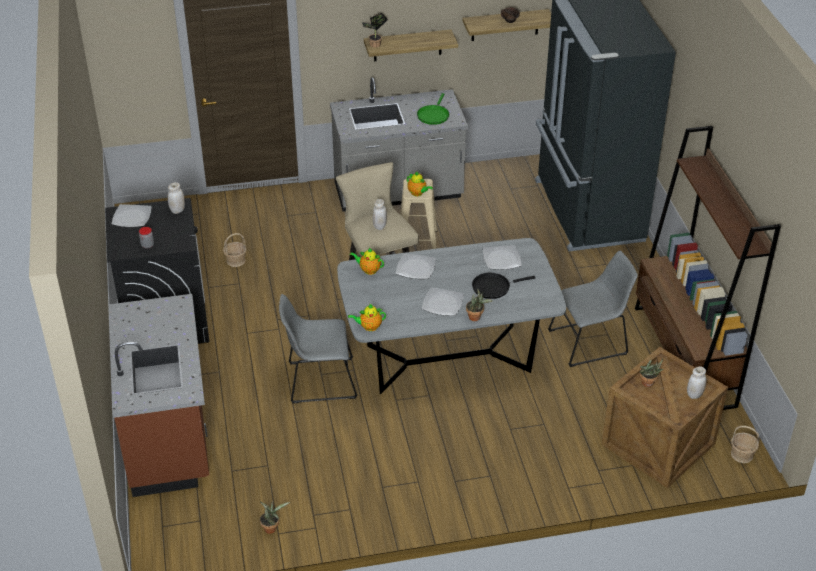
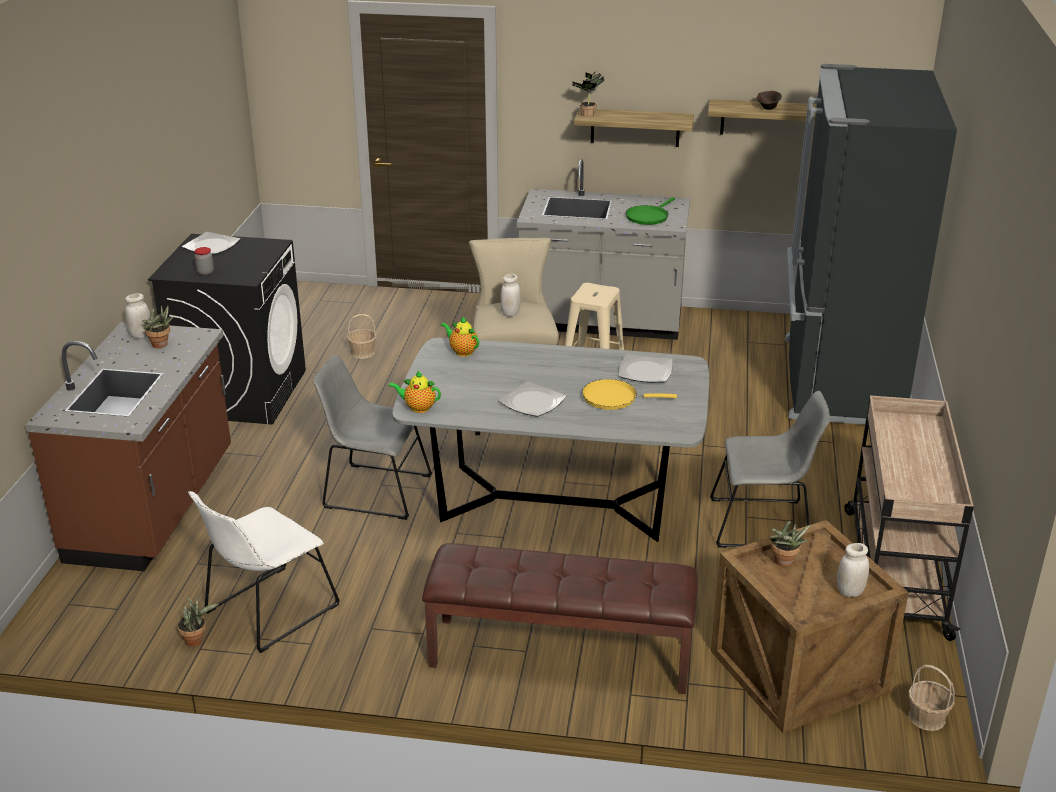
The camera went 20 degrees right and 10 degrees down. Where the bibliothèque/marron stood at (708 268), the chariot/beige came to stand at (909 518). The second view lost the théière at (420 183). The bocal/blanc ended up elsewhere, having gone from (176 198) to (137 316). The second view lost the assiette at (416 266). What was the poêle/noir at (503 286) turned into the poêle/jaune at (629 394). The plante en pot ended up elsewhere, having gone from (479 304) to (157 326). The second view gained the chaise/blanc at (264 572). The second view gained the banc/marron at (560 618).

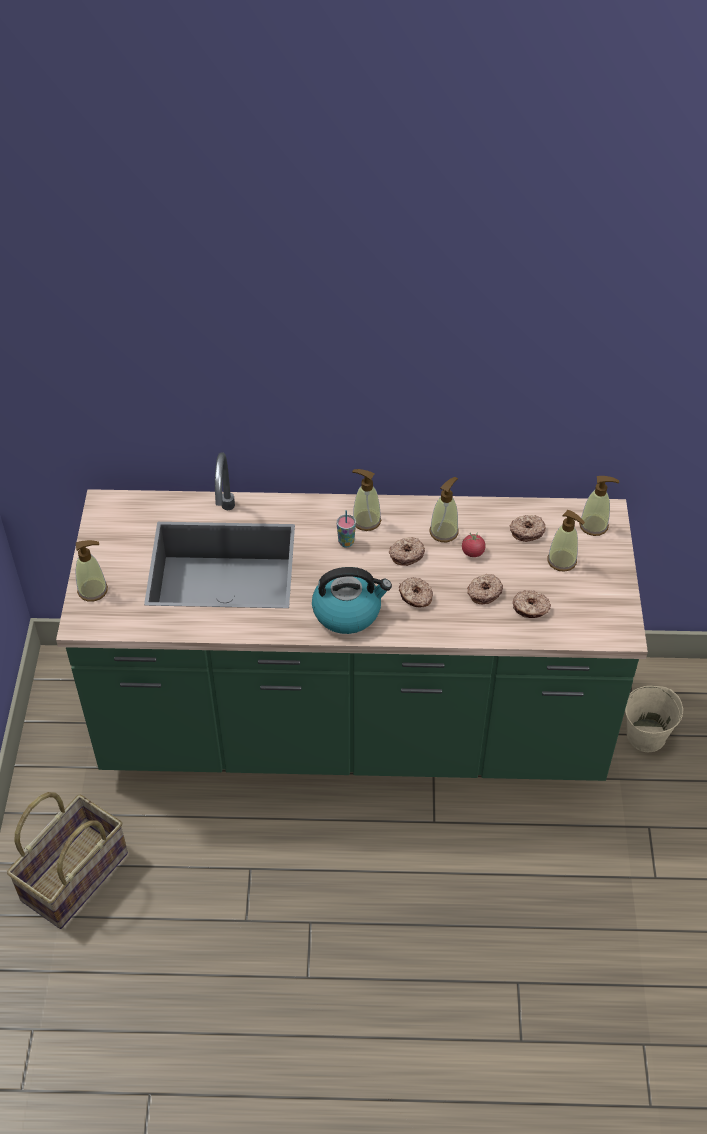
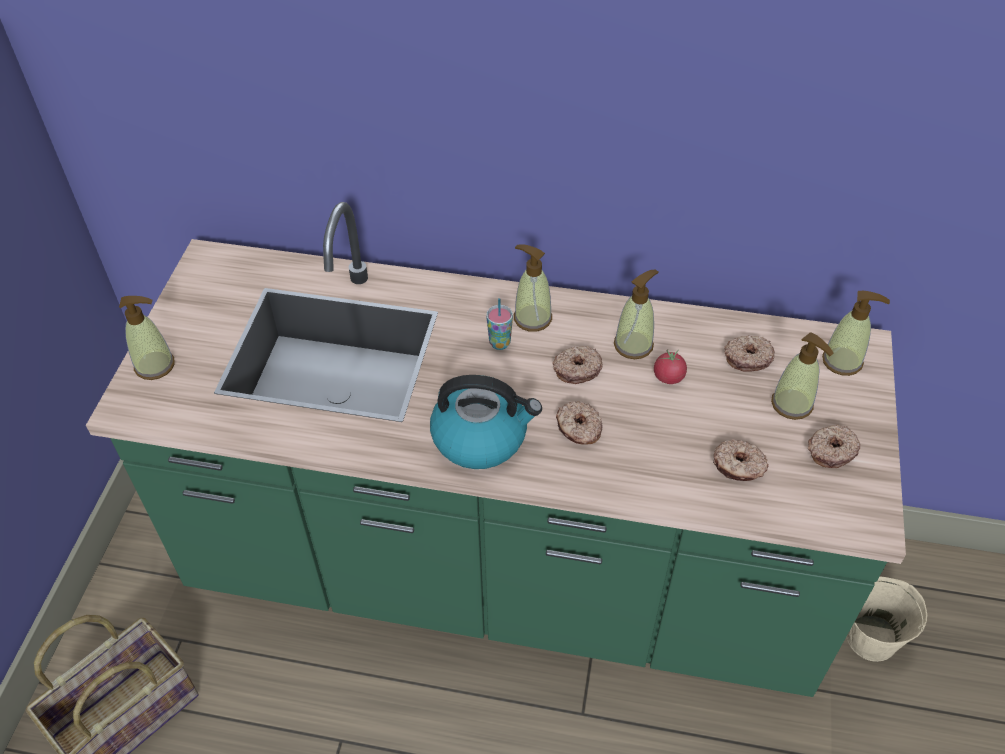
The camera went 10 degrees right and 0 degrees up. The beignet ended up elsewhere, having gone from (485 589) to (834 446).

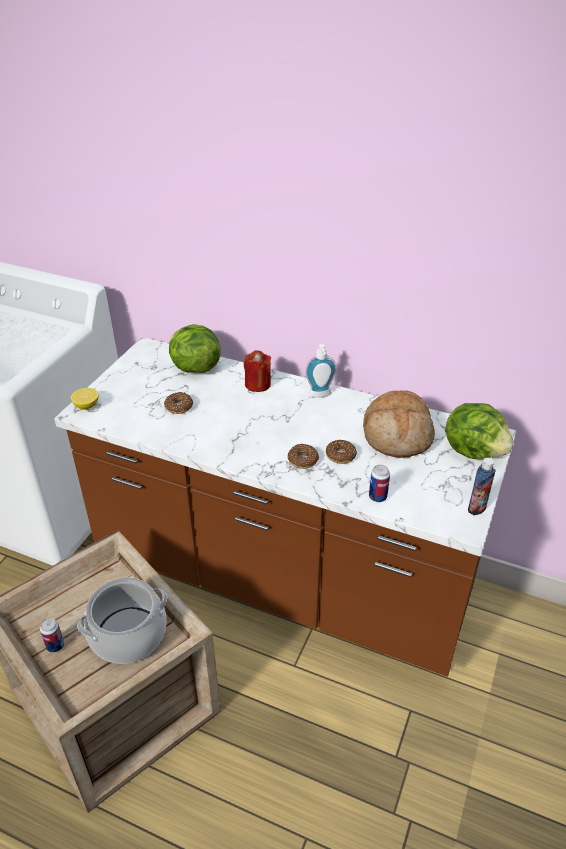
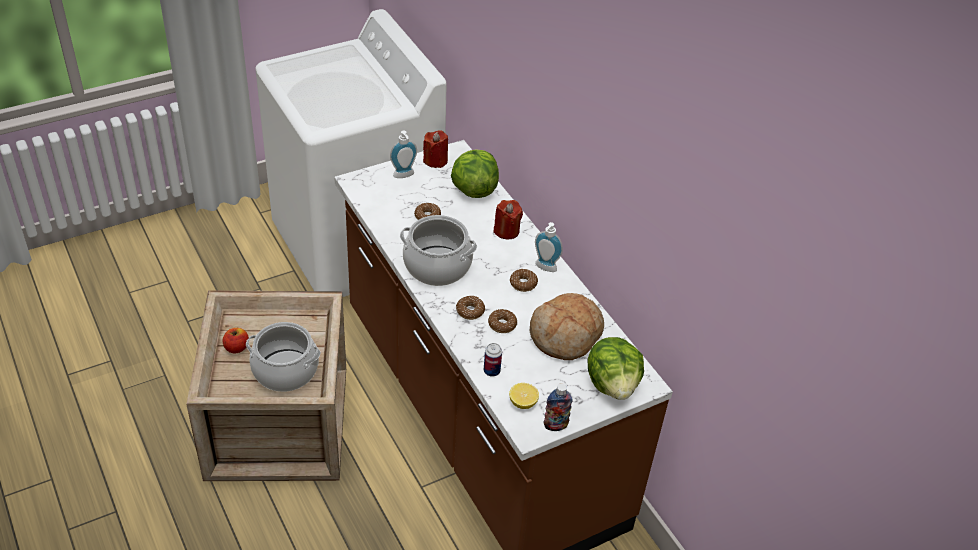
The camera went 35 degrees right and 5 degrees up. The citron ended up elsewhere, having gone from (85 399) to (524 396). Where the boîte métallique stood at (52 635), the pomme came to stand at (236 340). The second view gained the bougie/rouge at (435 149). The second view gained the distributeur de savon at (403 154). The second view gained the marmite at (438 250). The second view gained the beignet at (524 280).

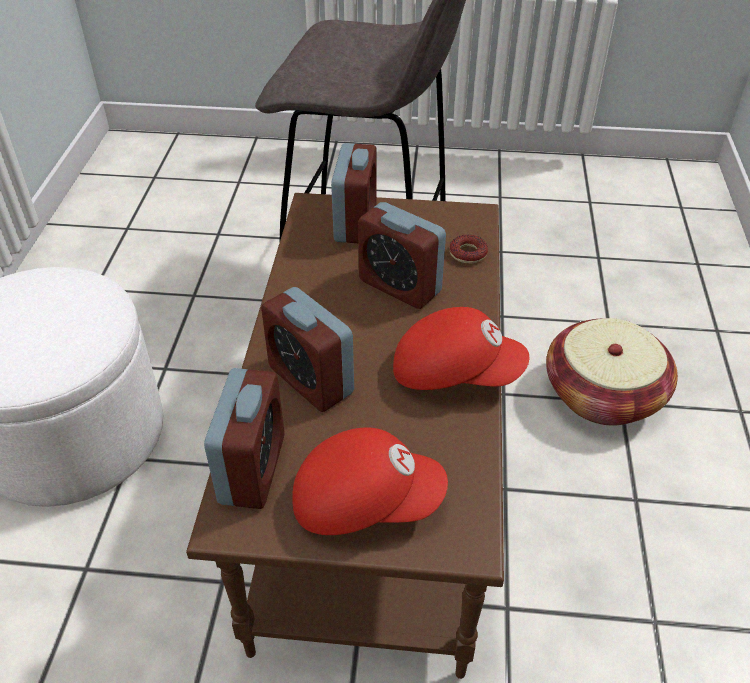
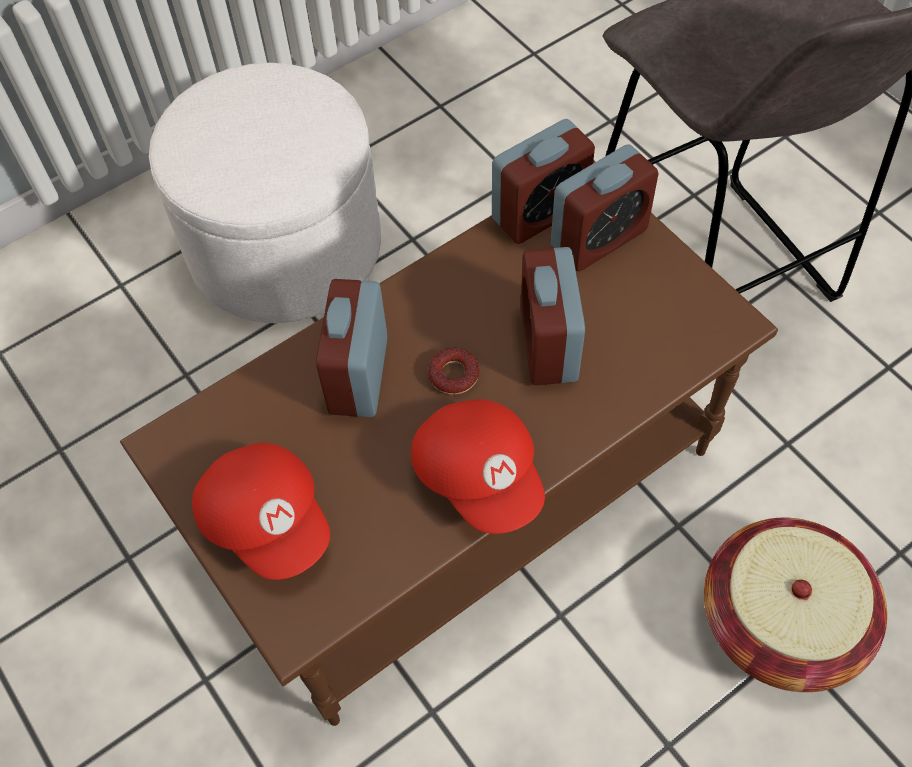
The camera went 50 degrees right and 15 degrees up. The beignet ended up elsewhere, having gone from (468 249) to (453 371). The réveil ended up elsewhere, having gone from (244 438) to (543 181).

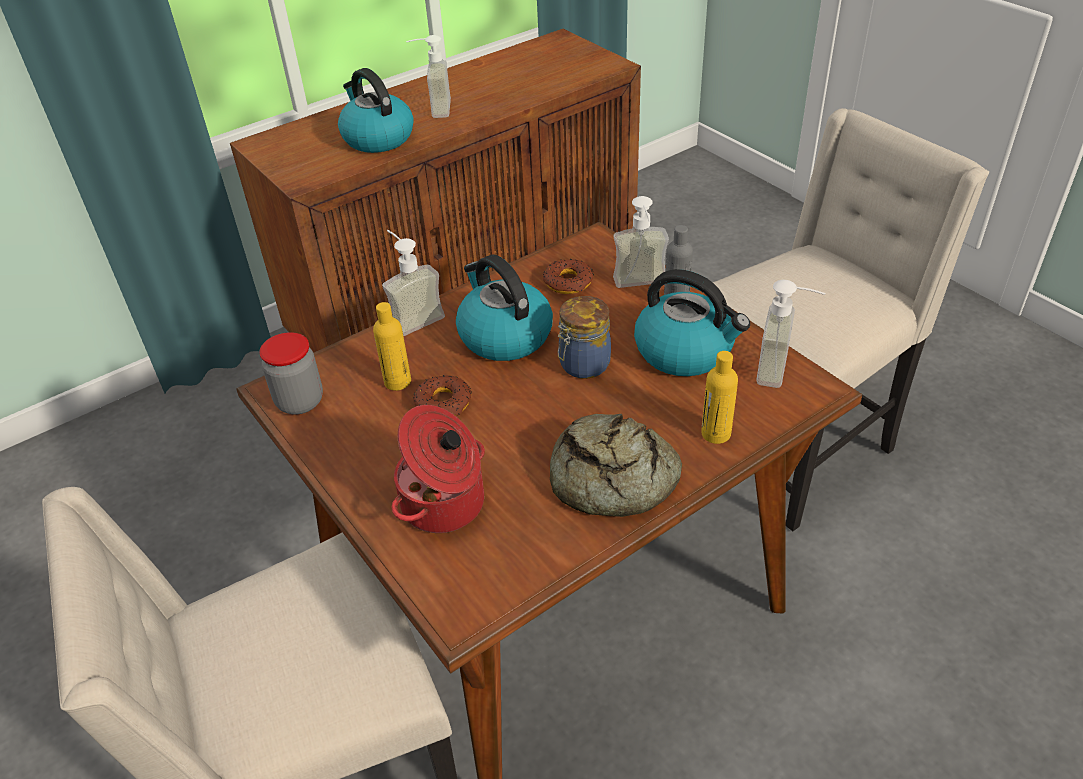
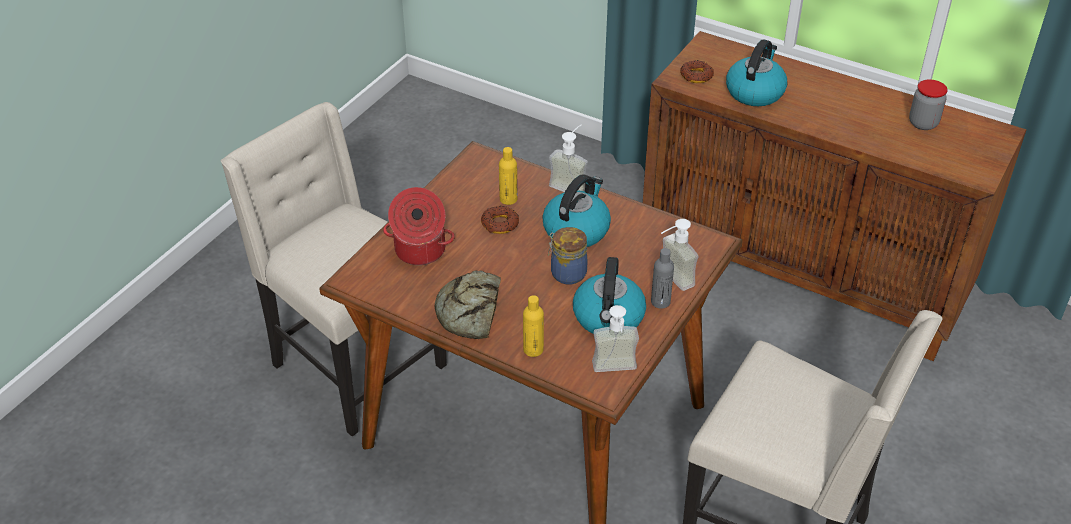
The camera went 65 degrees right and 0 degrees up. The second view lost the distributeur de savon at (428 76). The beignet ended up elsewhere, having gone from (568 276) to (697 71). The bocal ended up elsewhere, having gone from (291 373) to (928 105).

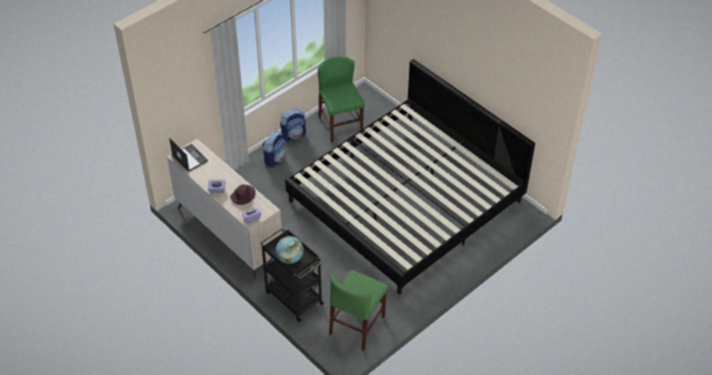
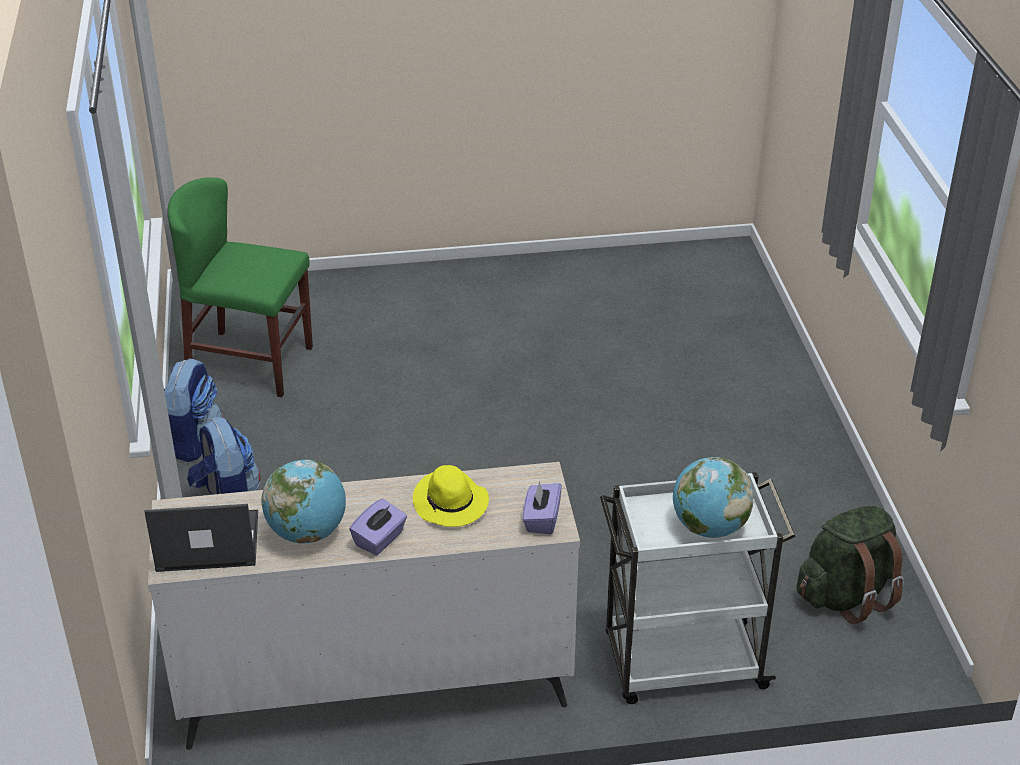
The camera went 55 degrees left and 10 degrees down. The second view lost the lit at (410 176). What was the chapeau/violet at (243 194) turned into the chapeau/jaune at (451 496). What was the chariot/noir at (292 275) turned into the chariot/blanc at (697 588). Where the chaise/vert stood at (358 310), the sac à dos/vert came to stand at (850 565). The second view gained the globe at (303 501).

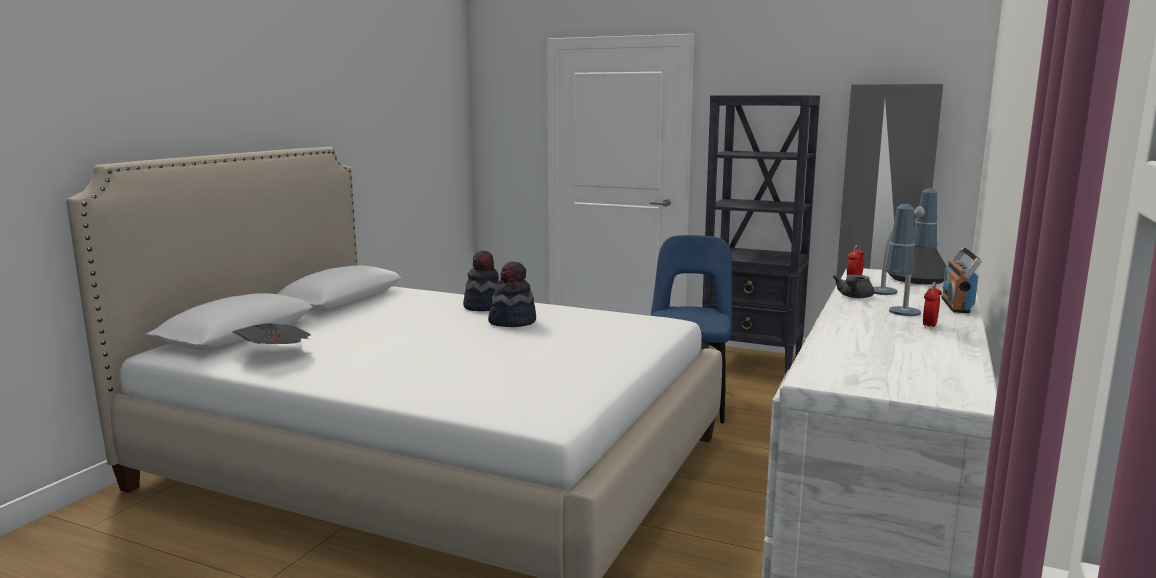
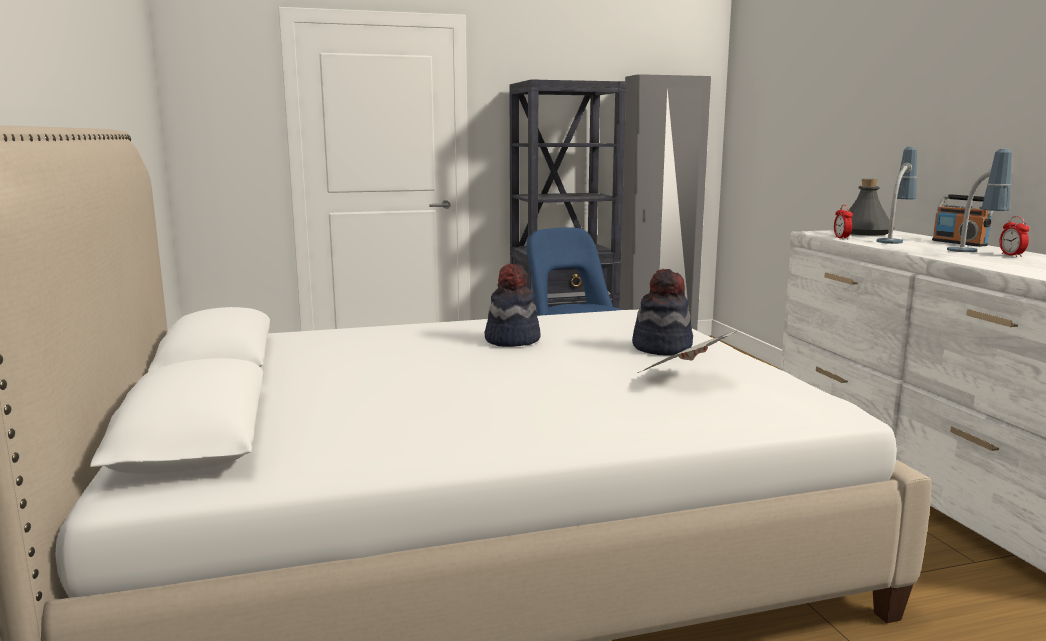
The camera went 40 degrees left and 0 degrees up. The chapeau ended up elsewhere, having gone from (481 280) to (662 312). The second view lost the théière/gris at (853 286). The journal ended up elsewhere, having gone from (271 333) to (687 351).

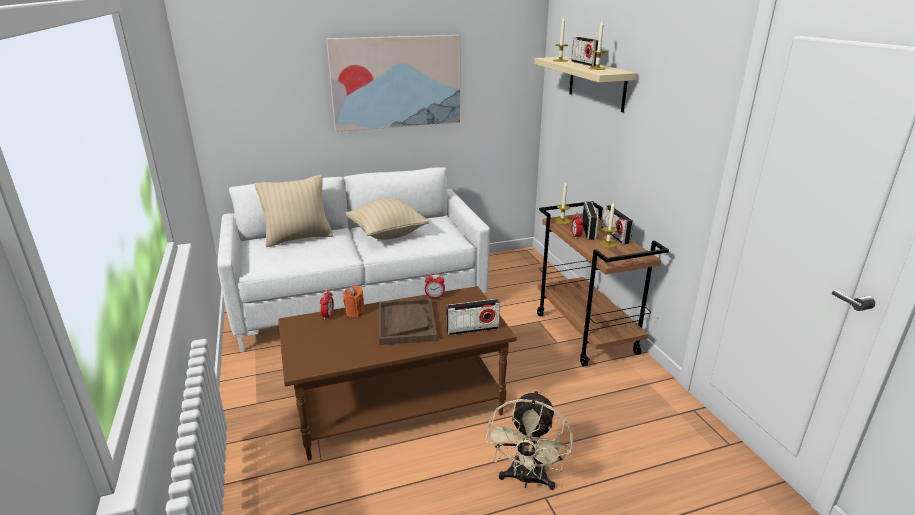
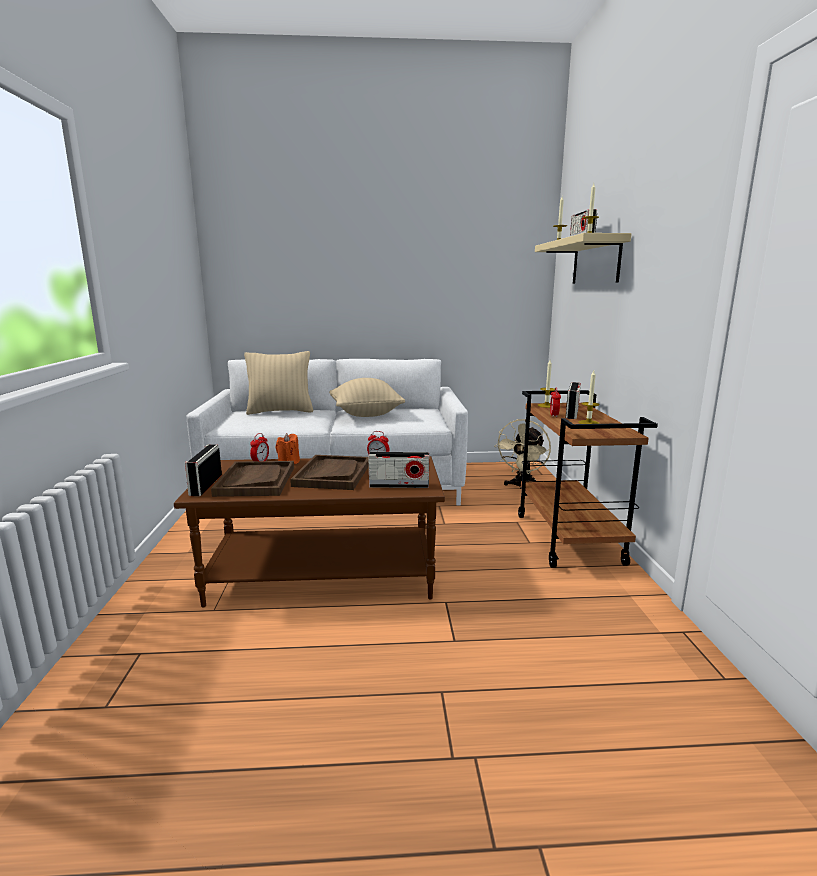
The camera went 15 degrees right and 10 degrees down. The second view lost the tableau at (393 83). The radio ended up elsewhere, having gone from (617 224) to (203 470). The ventilateur/beige ended up elsewhere, having gone from (529 440) to (522 454). The second view gained the plateau/marron at (252 479).

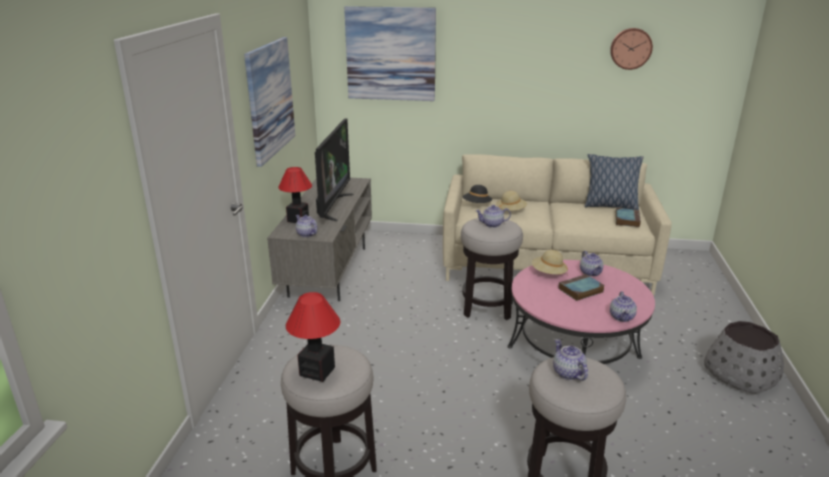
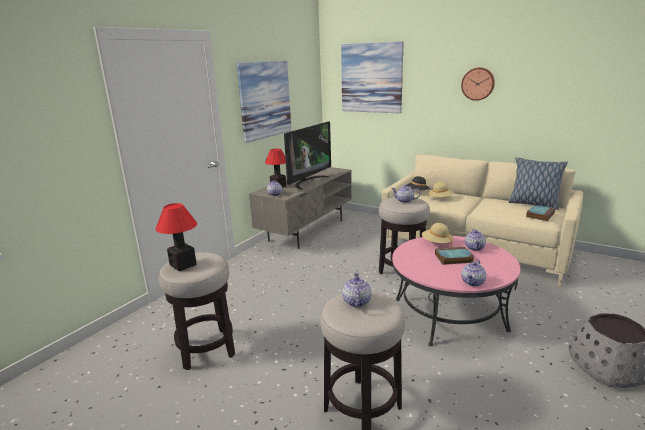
The camera went 25 degrees right and 5 degrees down. The horloge murale ended up elsewhere, having gone from (631 49) to (478 84).

